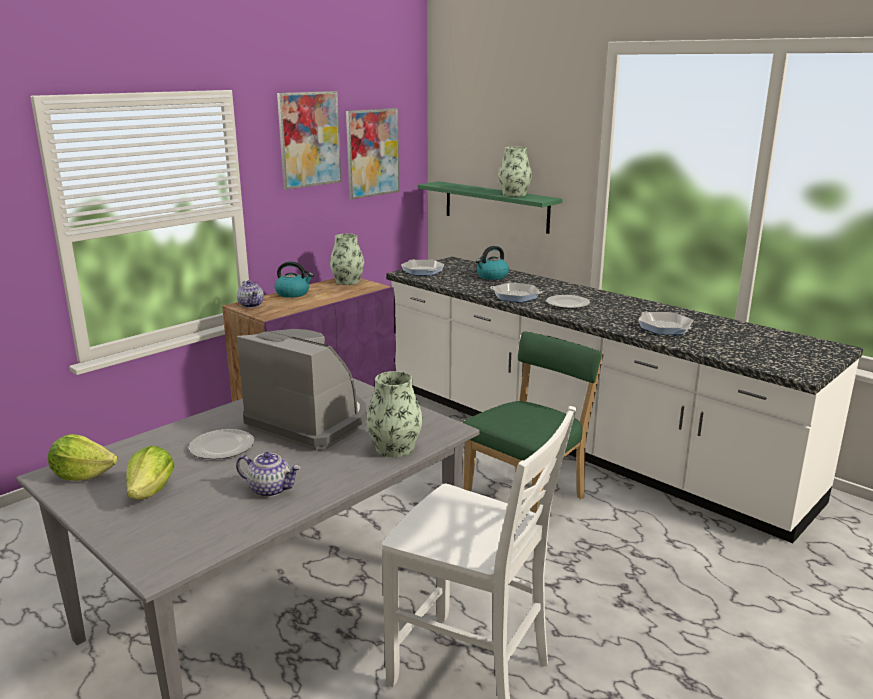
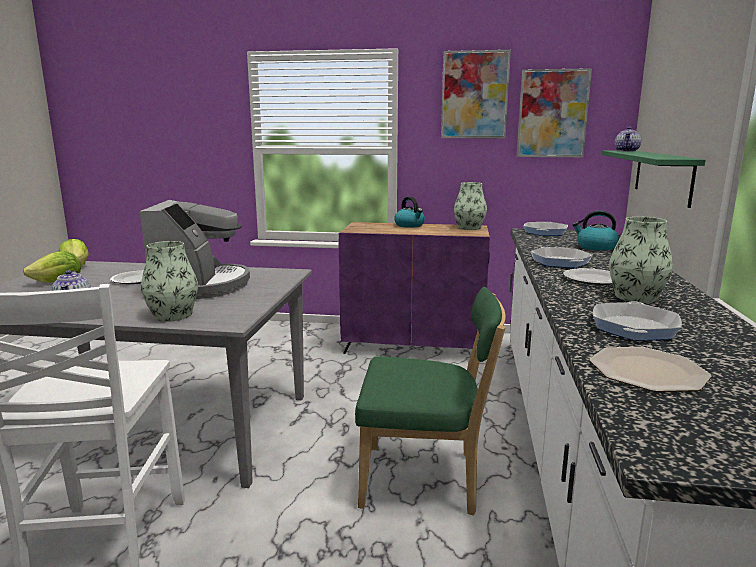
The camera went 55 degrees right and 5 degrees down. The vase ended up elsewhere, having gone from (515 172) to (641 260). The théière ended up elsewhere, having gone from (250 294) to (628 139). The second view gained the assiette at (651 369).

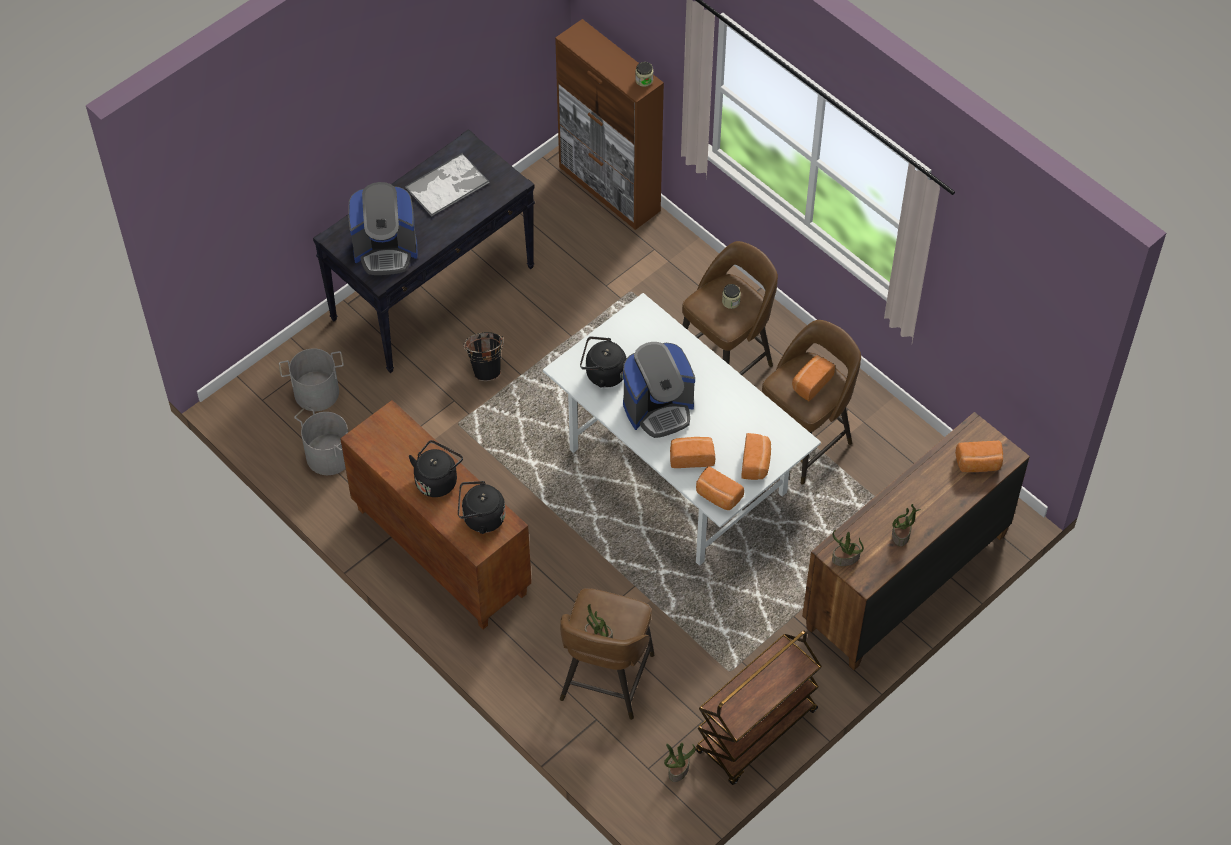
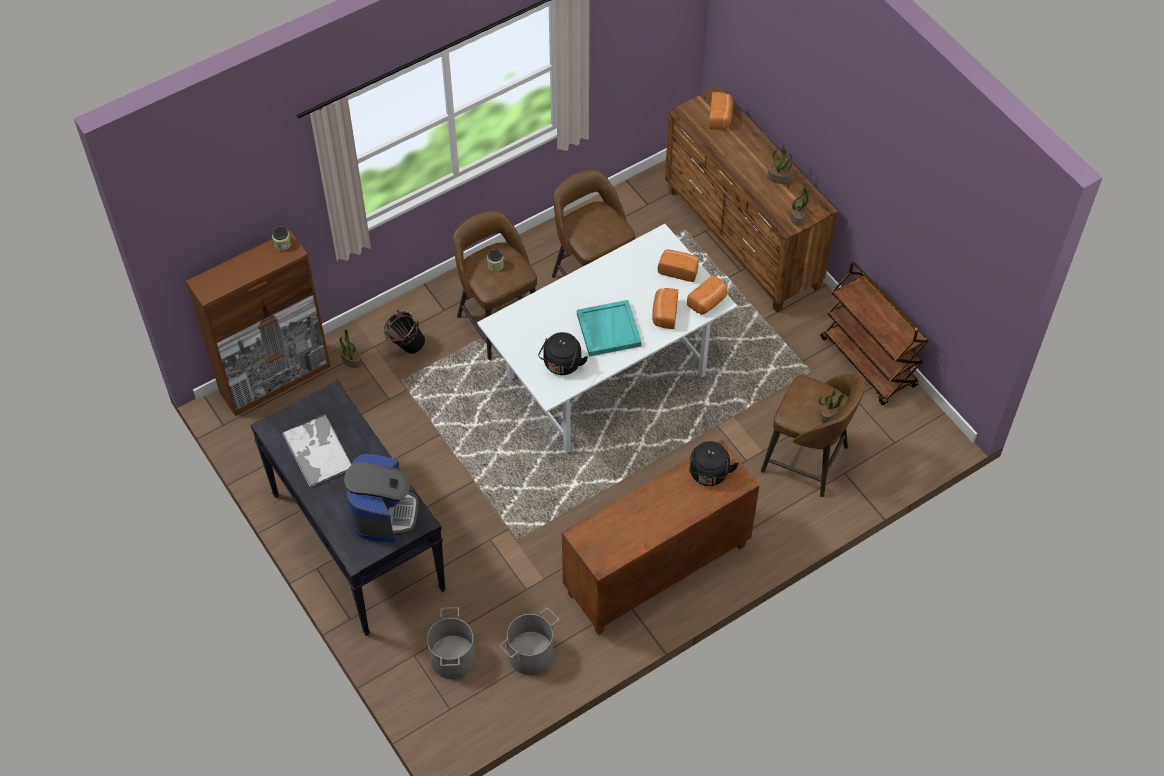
The camera went 80 degrees left and 0 degrees up. The seau/noir ended up elsewhere, having gone from (483 356) to (405 332). Where the machine à café stood at (659 390), the plateau/turquoise came to stand at (609 328). The second view lost the pain at (813 378). The second view lost the bouilloire/noir at (436 468). The plante en pot ended up elsewhere, having gone from (679 762) to (350 349).

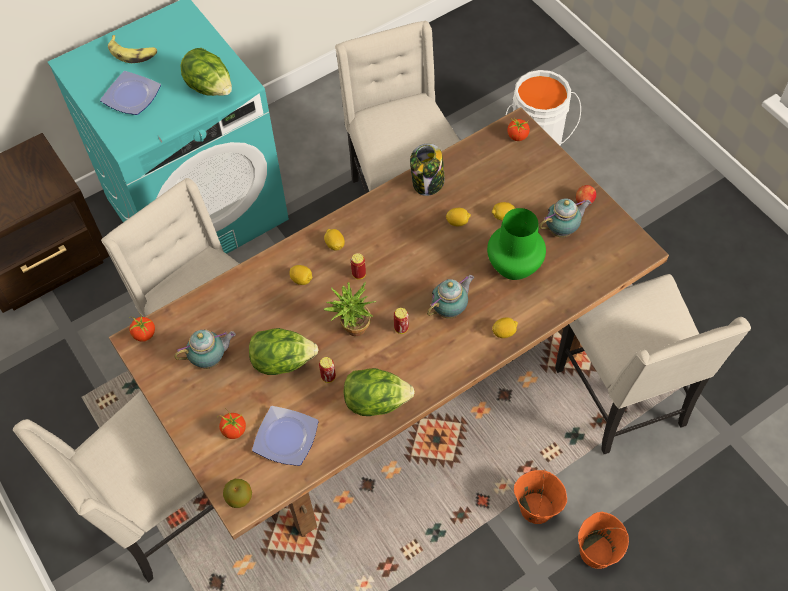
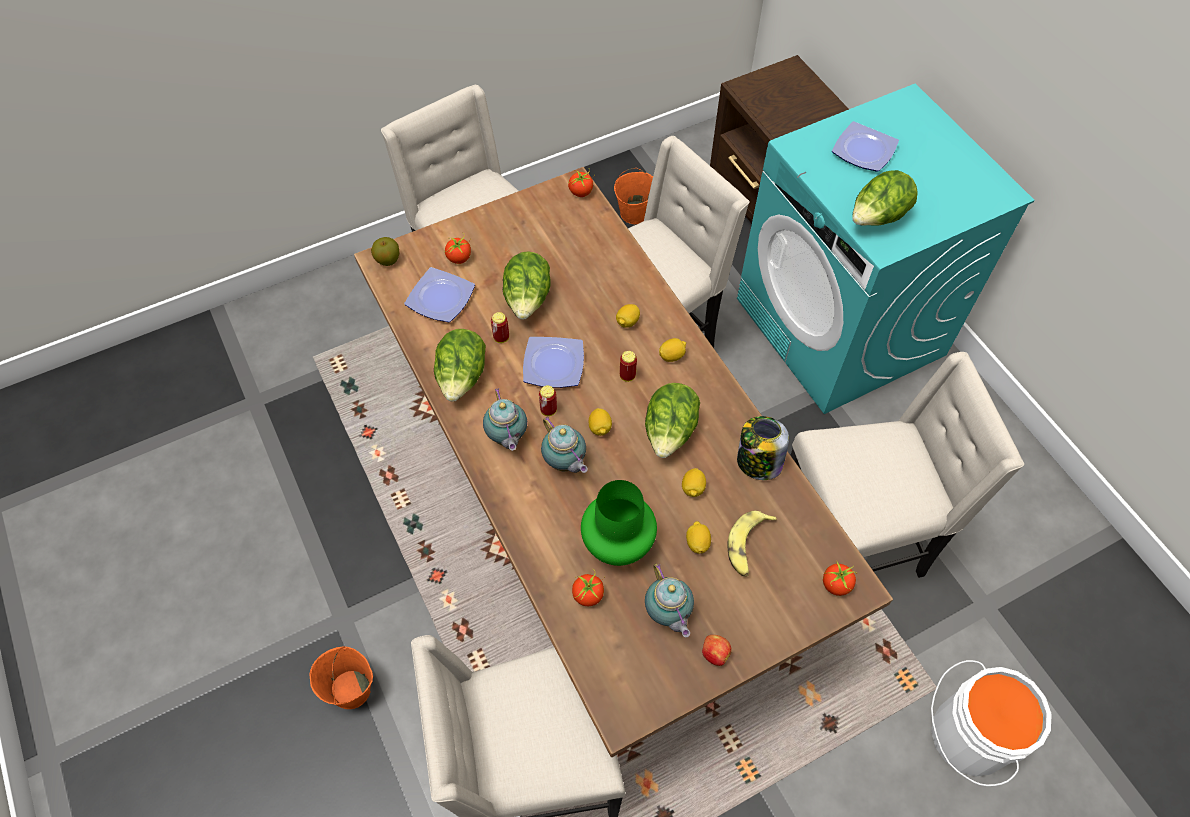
The camera went 95 degrees right and 0 degrees up. The banane ended up elsewhere, having gone from (132 49) to (752 544). Where the plante en pot stood at (349 309), the assiette came to stand at (553 362). The citron ended up elsewhere, having gone from (505 327) to (600 422). The théière ended up elsewhere, having gone from (205 349) to (505 419). The seau/orange ended up elsewhere, having gone from (540 497) to (633 196). The second view gained the laitue at (672 420). The second view gained the tomate at (588 587).

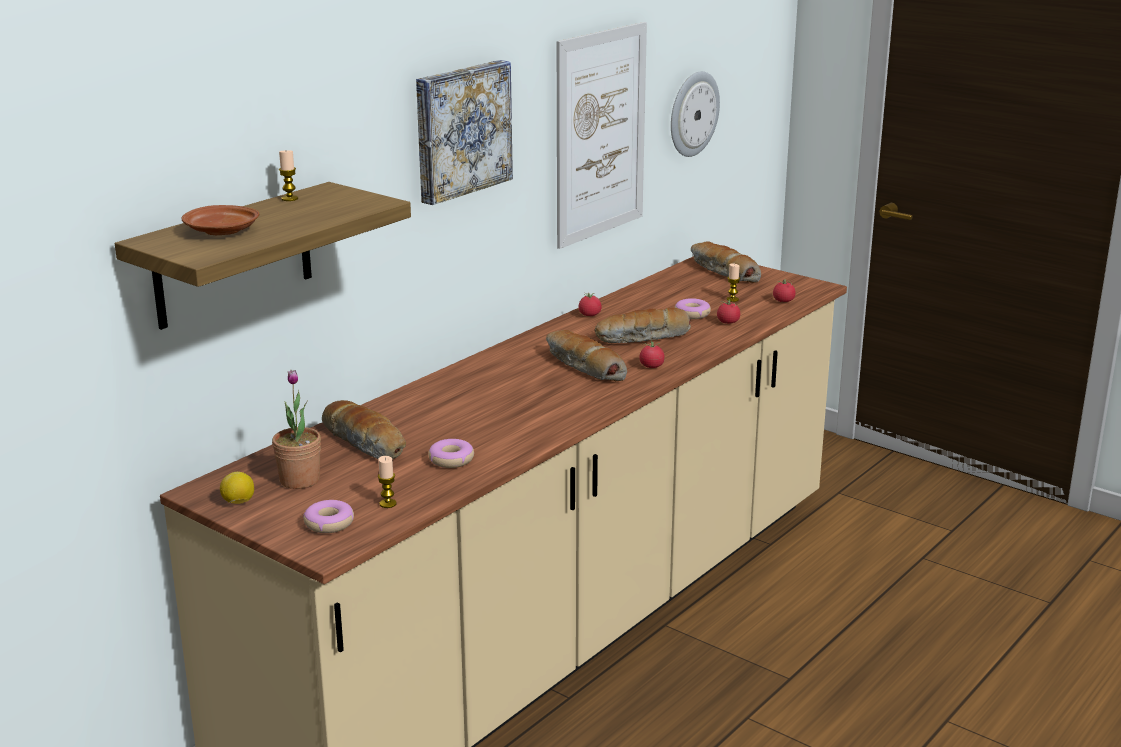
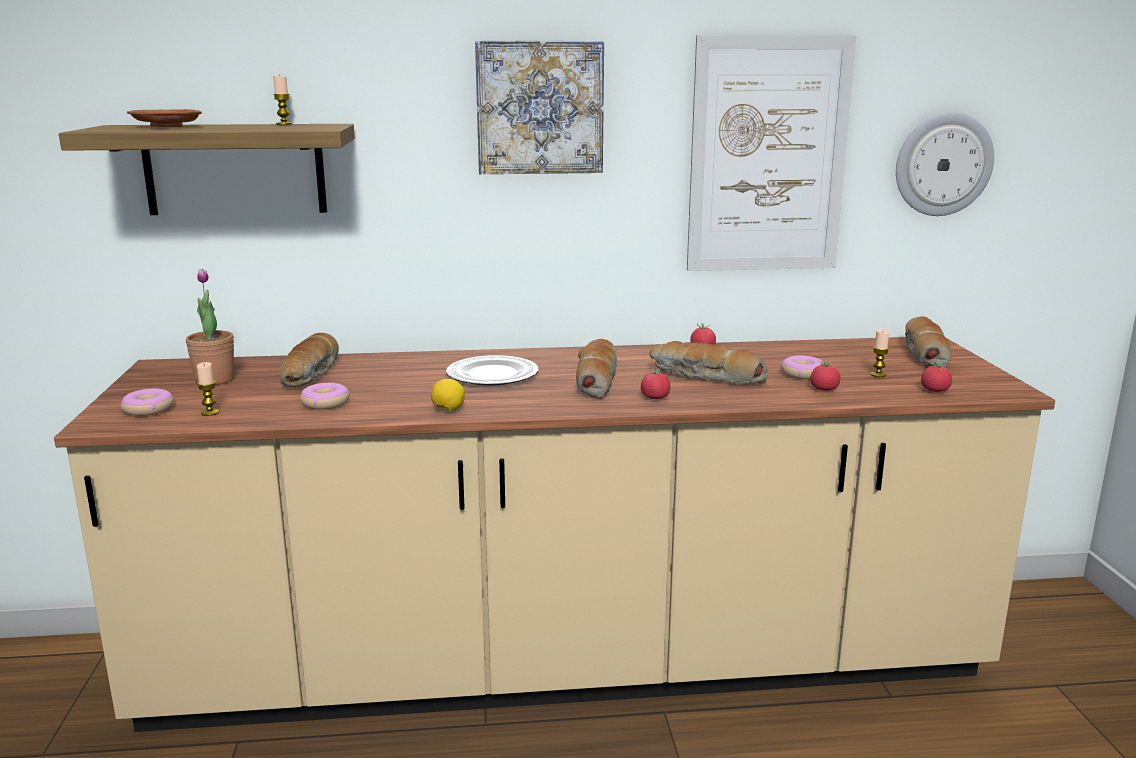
The camera went 45 degrees right and 5 degrees down. The citron ended up elsewhere, having gone from (237 488) to (448 395). The second view gained the assiette at (492 370).

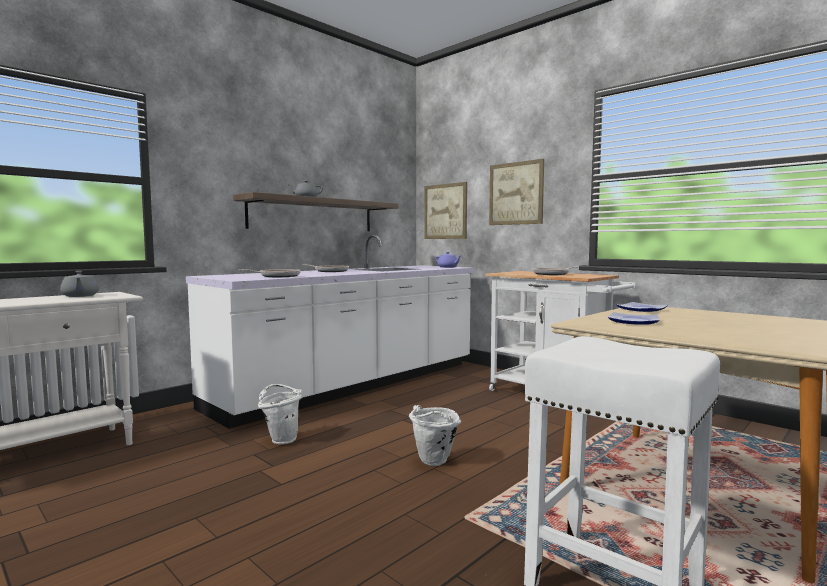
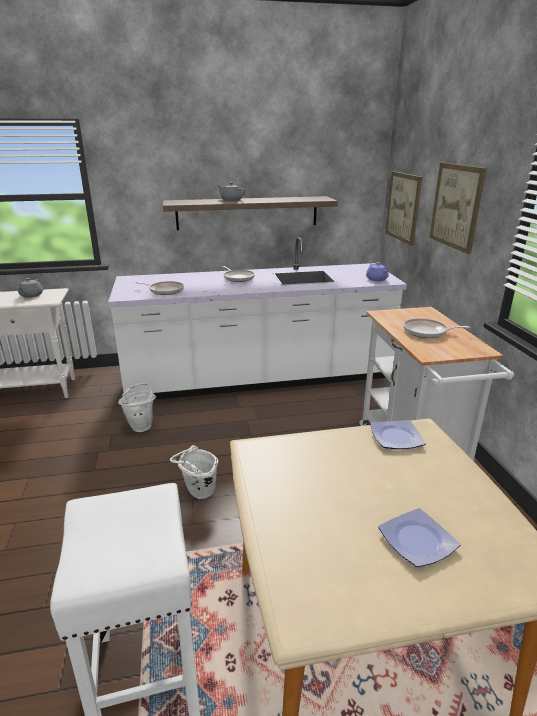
The camera went 35 degrees right and 20 degrees up. The assiette ended up elsewhere, having gone from (634 318) to (419 537).

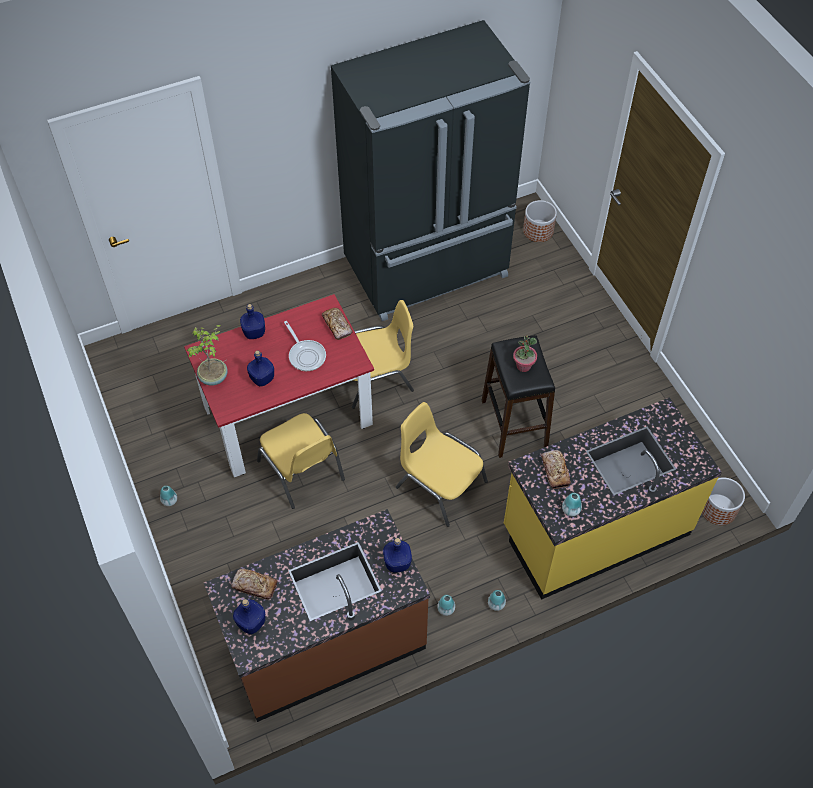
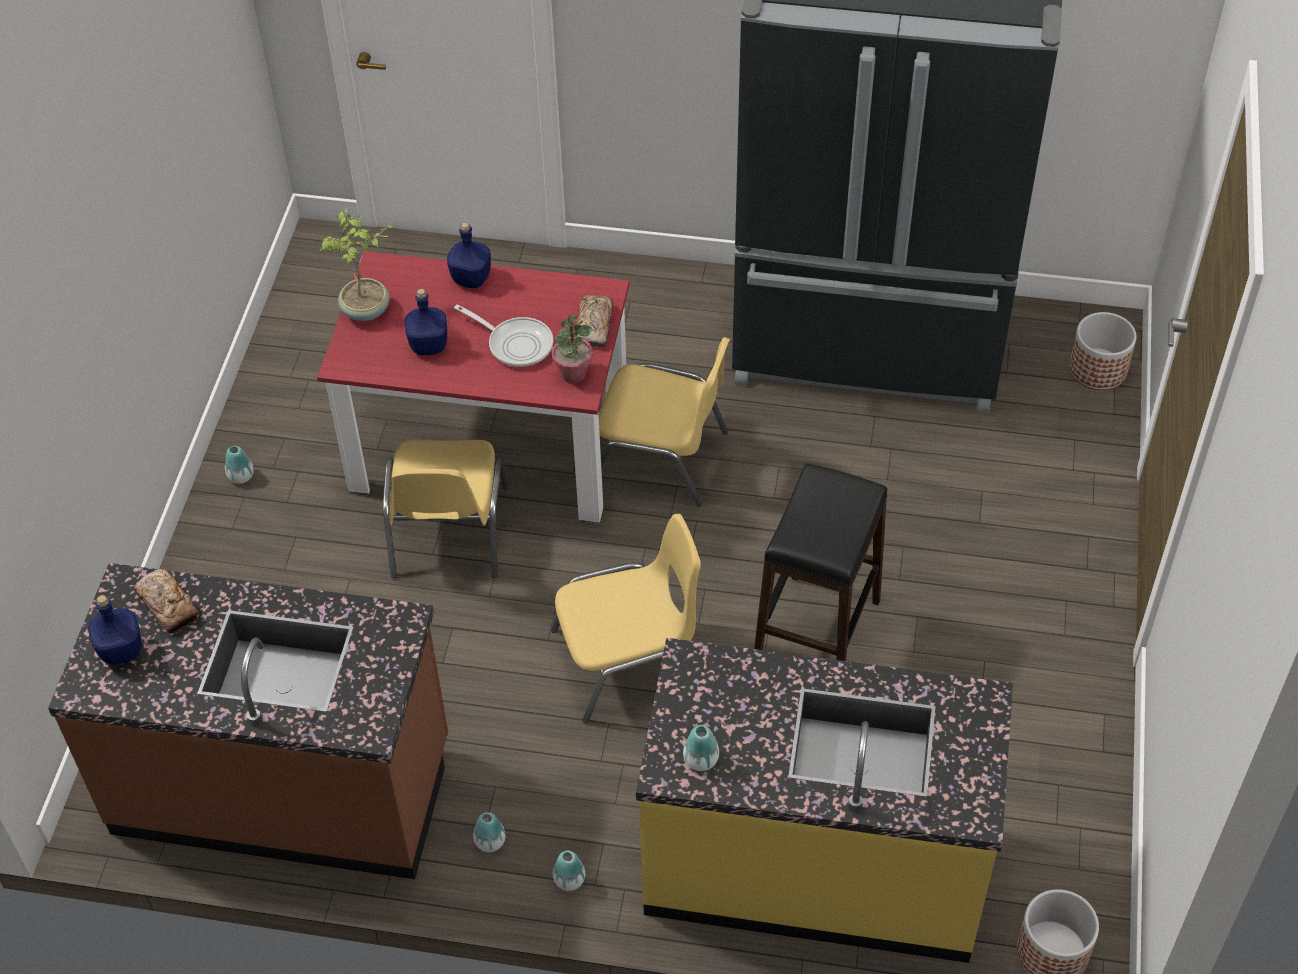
The camera went 35 degrees right and 5 degrees down. The poêle at (305 346) ended up facing another way, 60 degrees counterclockwise from before. The plante en pot ended up elsewhere, having gone from (525 353) to (572 348). The chaise/jaune at (442 464) ended up facing another way, 90 degrees clockwise from before. The second view lost the pain at (556 469). The second view lost the bouteille/bleu at (397 555).

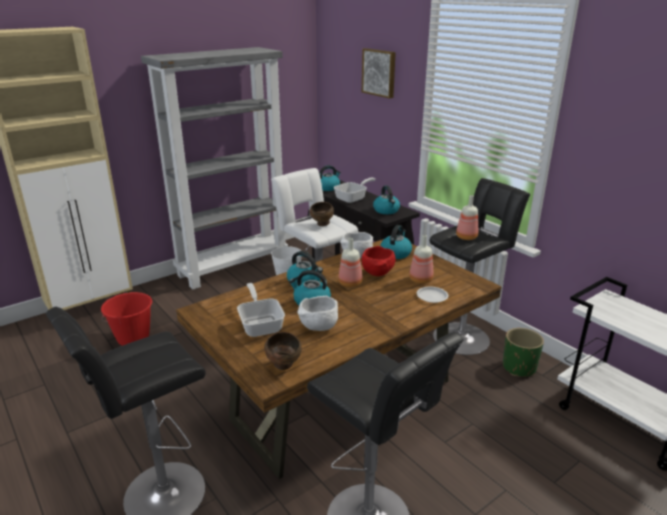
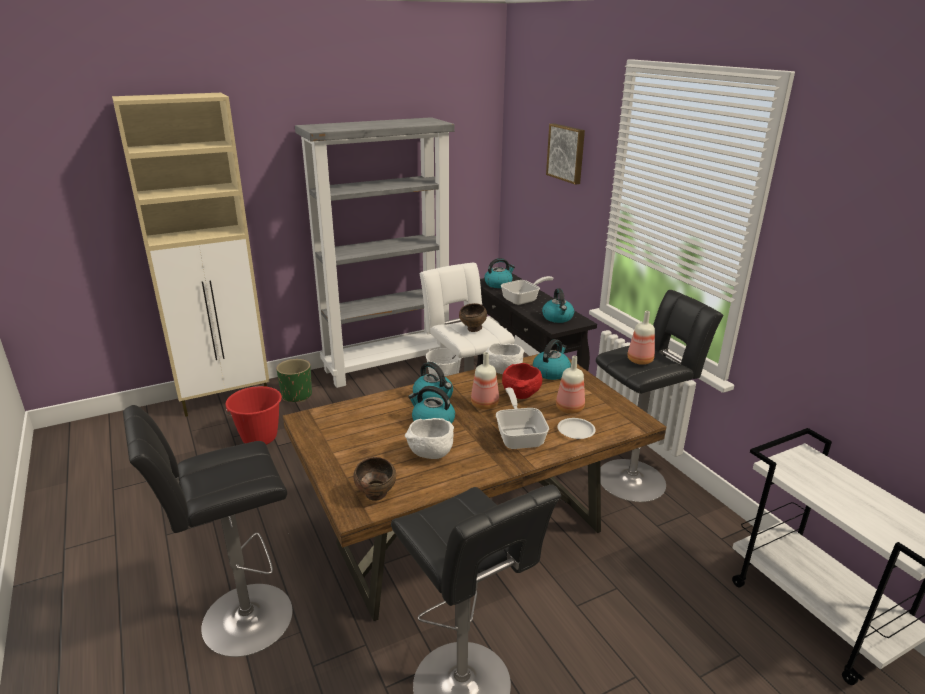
The camera went 10 degrees right and 0 degrees up. The poêle ended up elsewhere, having gone from (261 310) to (522 418). The cache-pot/vert ended up elsewhere, having gone from (523 352) to (294 380).

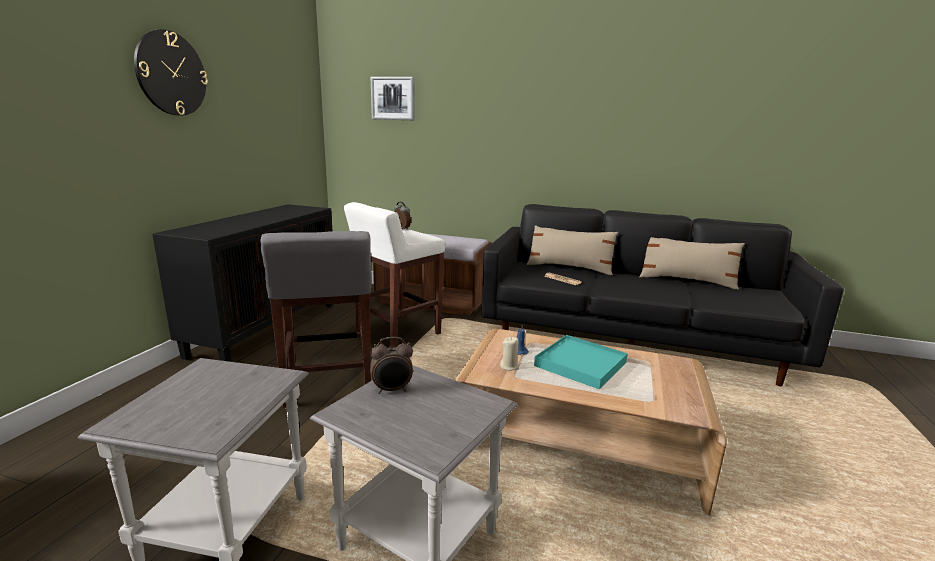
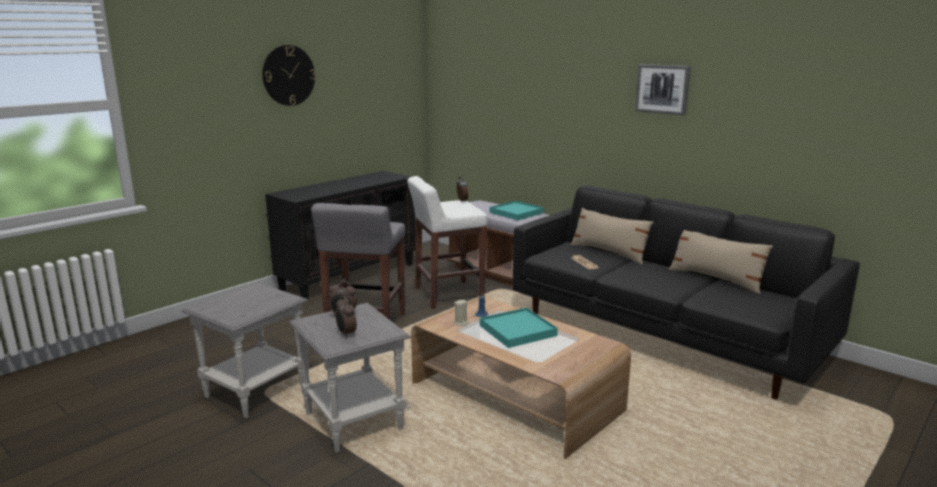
The camera went 25 degrees right and 0 degrees up. The tableau ended up elsewhere, having gone from (393 98) to (663 89). The second view gained the plateau/turquoise at (517 210). The second view gained the réveil at (346 317).

